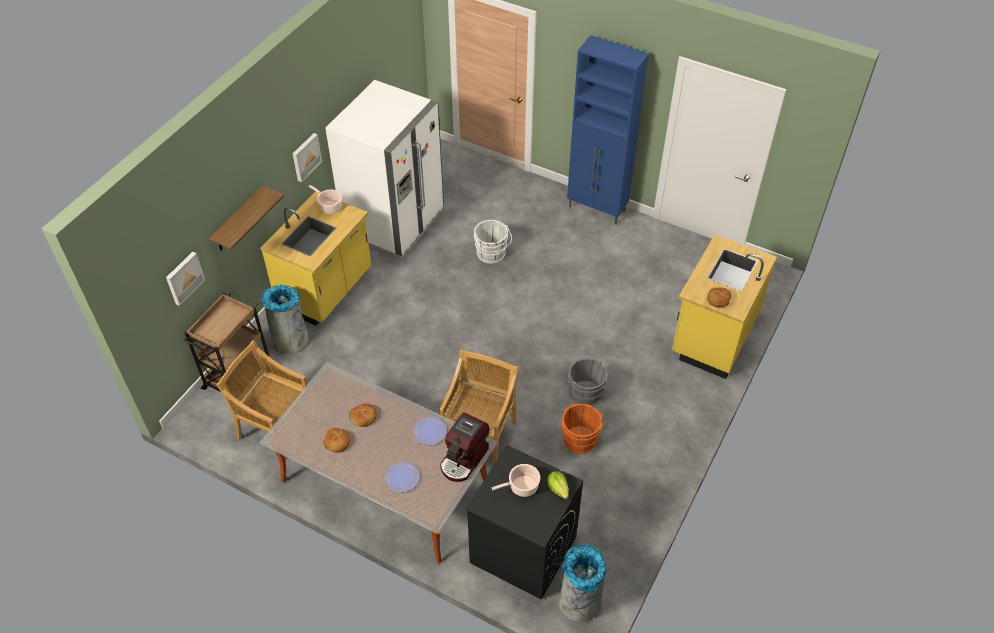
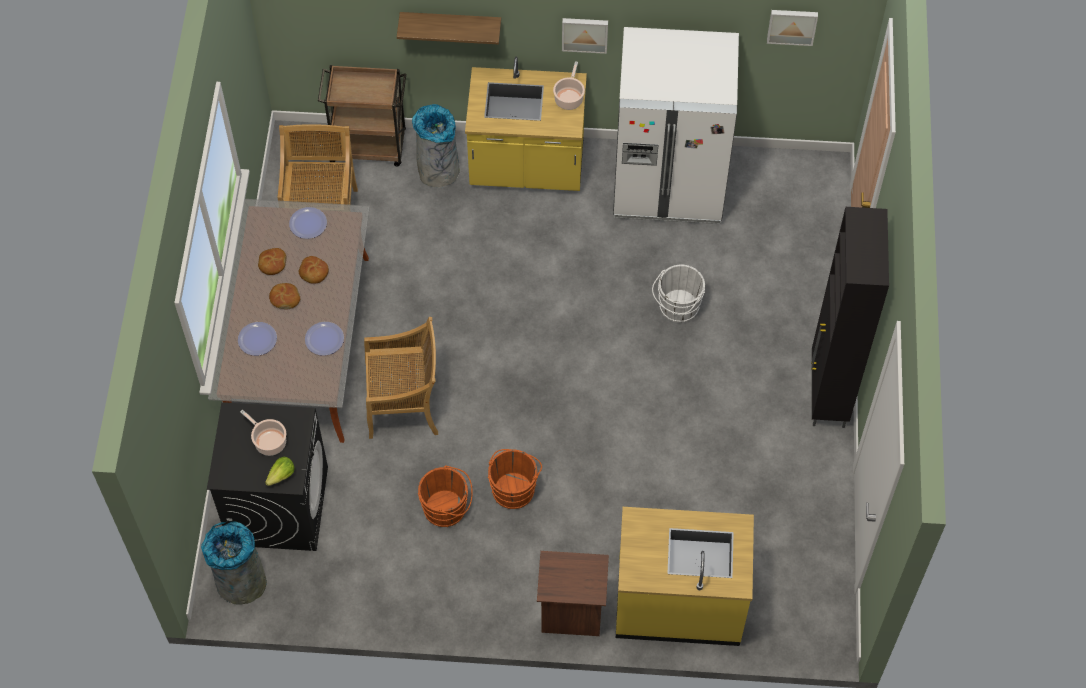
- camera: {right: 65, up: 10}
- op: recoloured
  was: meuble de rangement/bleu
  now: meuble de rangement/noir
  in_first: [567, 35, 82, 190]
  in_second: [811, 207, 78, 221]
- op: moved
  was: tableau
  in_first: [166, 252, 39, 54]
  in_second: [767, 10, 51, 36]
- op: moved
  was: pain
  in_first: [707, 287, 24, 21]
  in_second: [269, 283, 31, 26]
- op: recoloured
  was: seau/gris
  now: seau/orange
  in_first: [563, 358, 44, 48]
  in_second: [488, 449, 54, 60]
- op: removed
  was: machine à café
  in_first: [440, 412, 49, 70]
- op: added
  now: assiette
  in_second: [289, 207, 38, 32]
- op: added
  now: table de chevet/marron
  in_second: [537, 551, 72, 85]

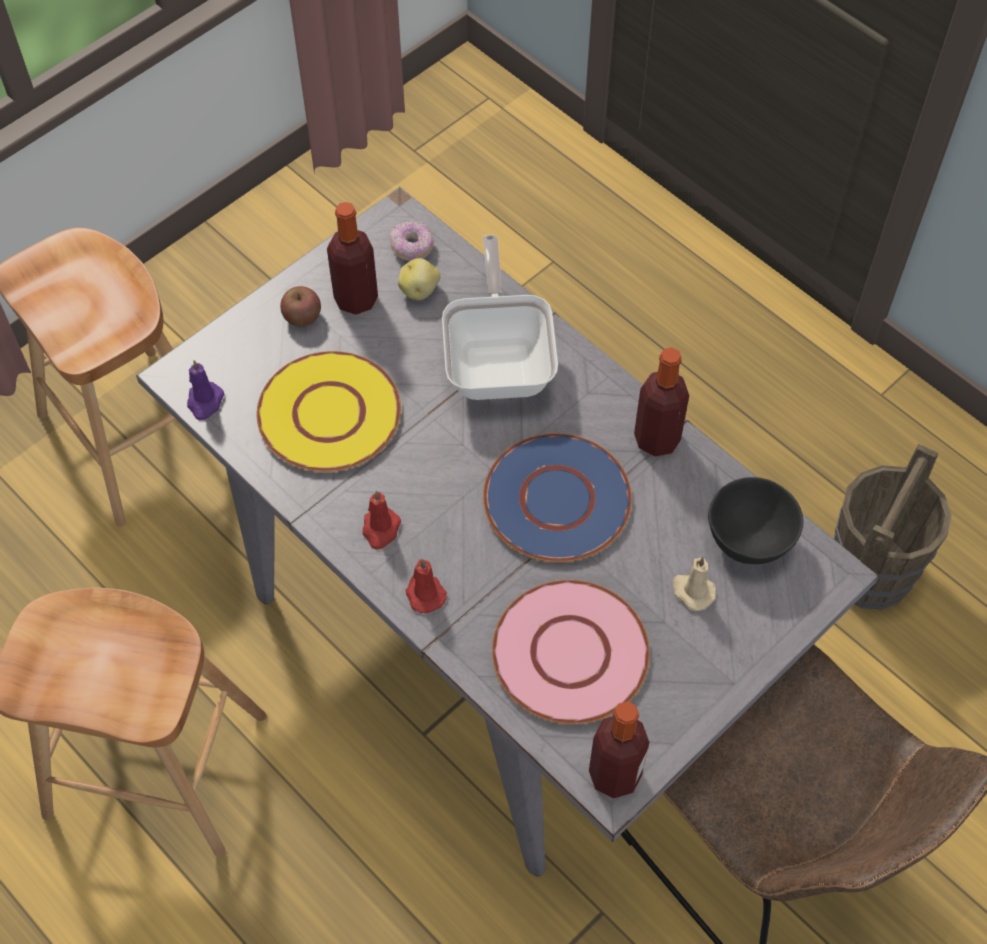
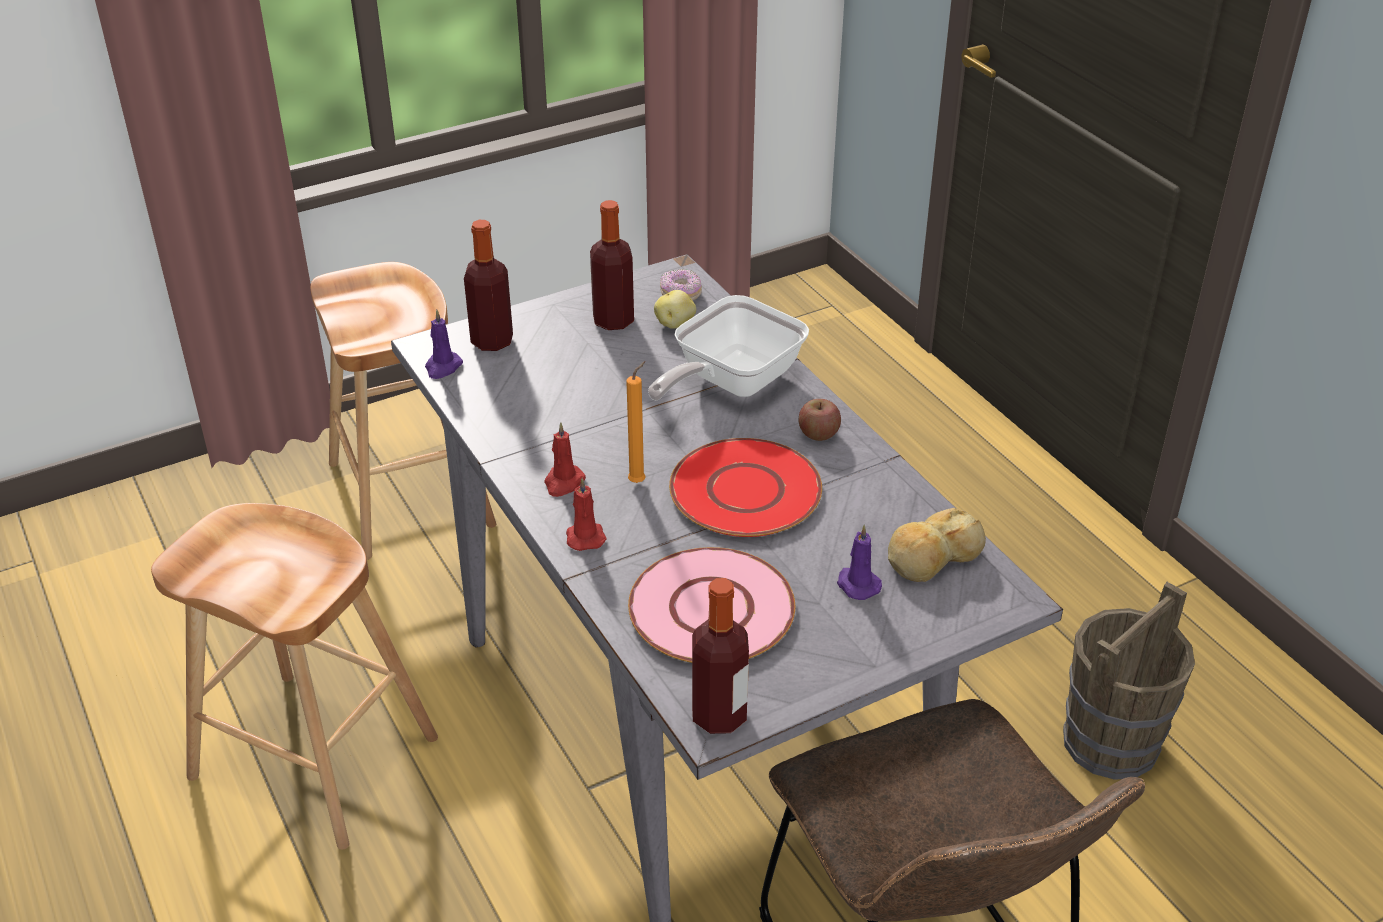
- camera: {right: 15, up: -20}
- op: turned
  was: poêle
  in_first: [442, 235, 116, 165]
  in_second: [648, 295, 161, 106]
  clockwise: -150
- op: moved
  was: pomme
  in_first: [280, 286, 41, 41]
  in_second: [799, 399, 42, 42]
- op: moved
  was: bouteille
  in_first: [634, 347, 55, 110]
  in_second: [464, 220, 49, 131]
- op: removed
  was: assiette/jaune
  in_first: [257, 351, 144, 121]
- op: recoloured
  was: assiette/bleu
  now: assiette/rouge
  in_first: [483, 433, 149, 129]
  in_second: [669, 438, 153, 99]
- op: replaced
  was: bol/noir
  now: pain
  in_first: [708, 477, 96, 87]
  in_second: [888, 508, 98, 74]
- op: recoloured
  was: bougie/beige
  now: bougie/violet
  in_first: [673, 557, 43, 54]
  in_second: [837, 525, 45, 75]
- op: added
  now: bougie/orange
  in_second: [626, 361, 20, 122]

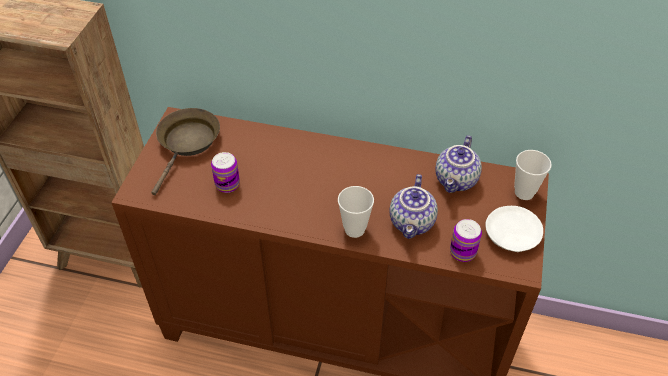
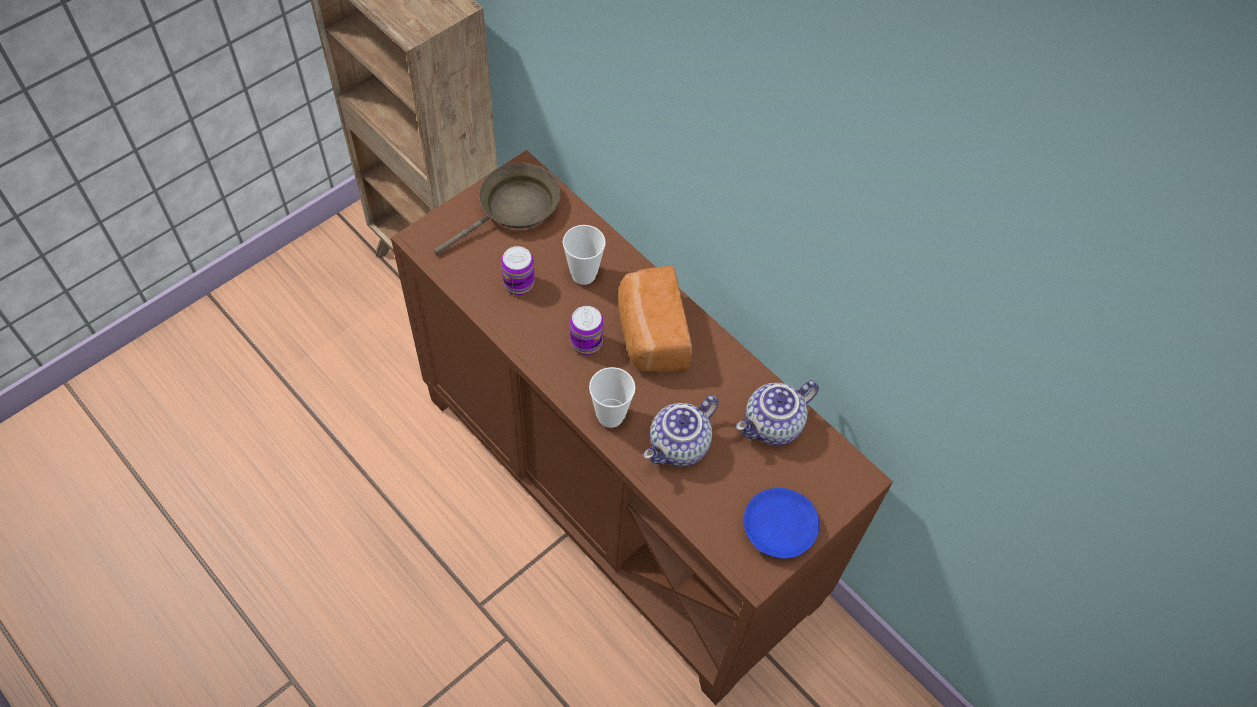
- camera: {right: 30, up: 10}
- op: moved
  was: tasse
  in_first: [514, 150, 38, 50]
  in_second: [563, 225, 43, 60]
- op: recoloured
  was: assiette/blanc
  now: assiette/bleu
  in_first: [486, 206, 57, 46]
  in_second: [744, 488, 76, 71]
- op: moved
  was: boîte métallique
  in_first: [450, 219, 32, 43]
  in_second: [570, 306, 34, 49]
- op: added
  now: pain
  in_second: [618, 266, 74, 106]

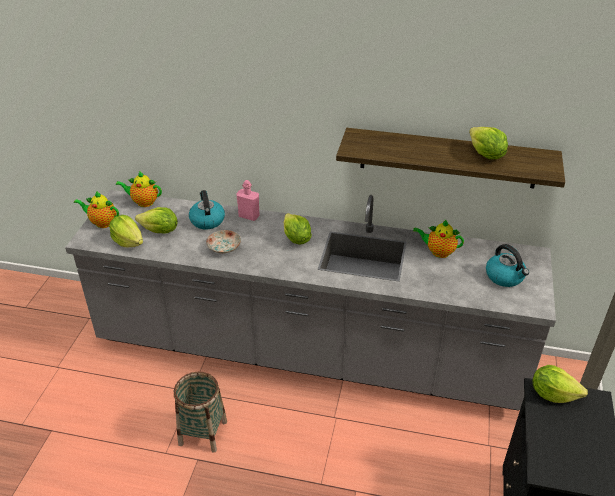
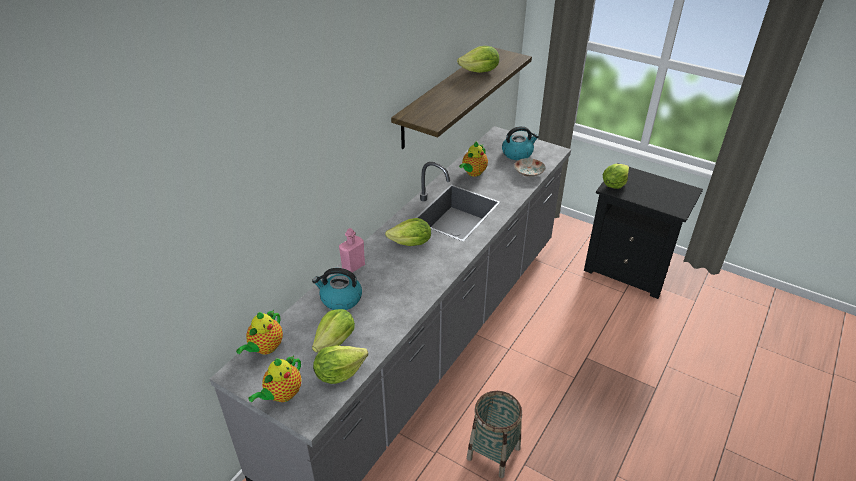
- camera: {right: -70, up: 0}
- op: moved
  was: assiette
  in_first: [206, 230, 35, 24]
  in_second: [514, 158, 32, 19]

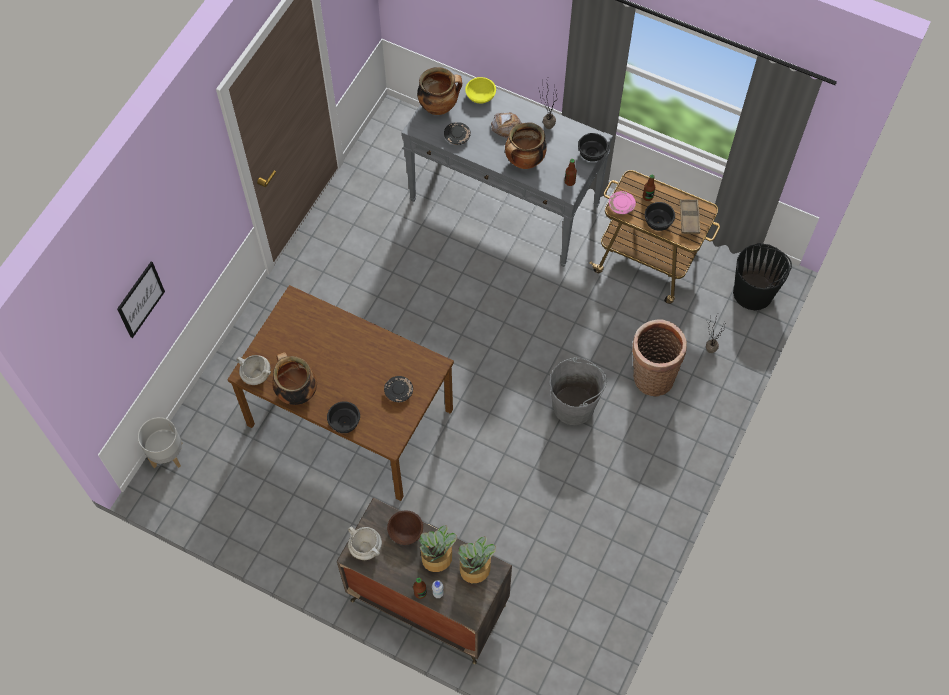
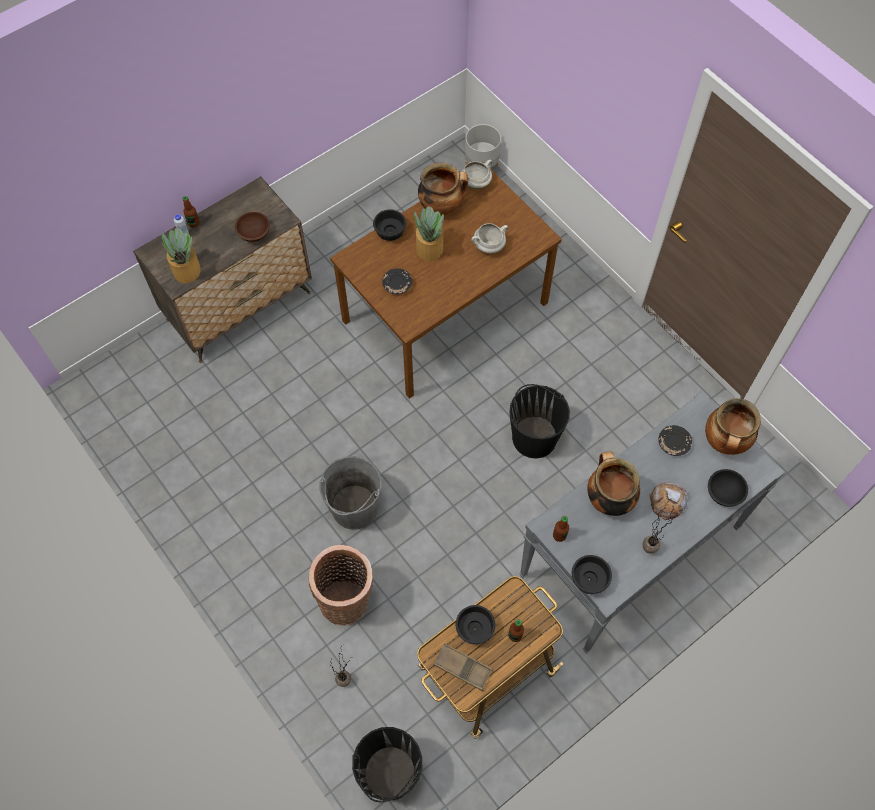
- camera: {right: 115, up: 0}
- op: recoloured
  was: bol/jaune
  now: bol/noir
  in_first: [465, 77, 31, 27]
  in_second: [708, 469, 40, 38]
- op: removed
  was: assiette/rose
  in_first: [609, 191, 27, 24]
- op: removed
  was: tableau
  in_first: [117, 261, 48, 77]
- op: moved
  was: plante en pot
  in_first: [419, 525, 38, 47]
  in_second: [414, 206, 30, 55]
- op: moved
  was: marmite/blanc
  in_first: [348, 527, 34, 33]
  in_second: [471, 223, 37, 31]
- op: added
  now: seau/noir
  in_second: [509, 384, 61, 75]

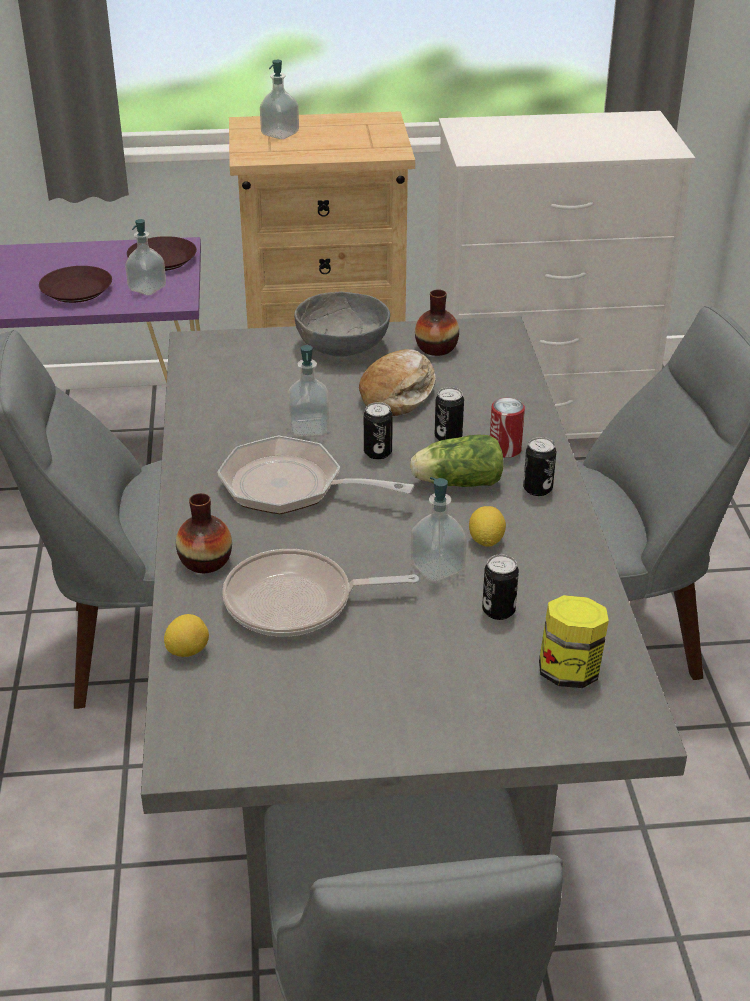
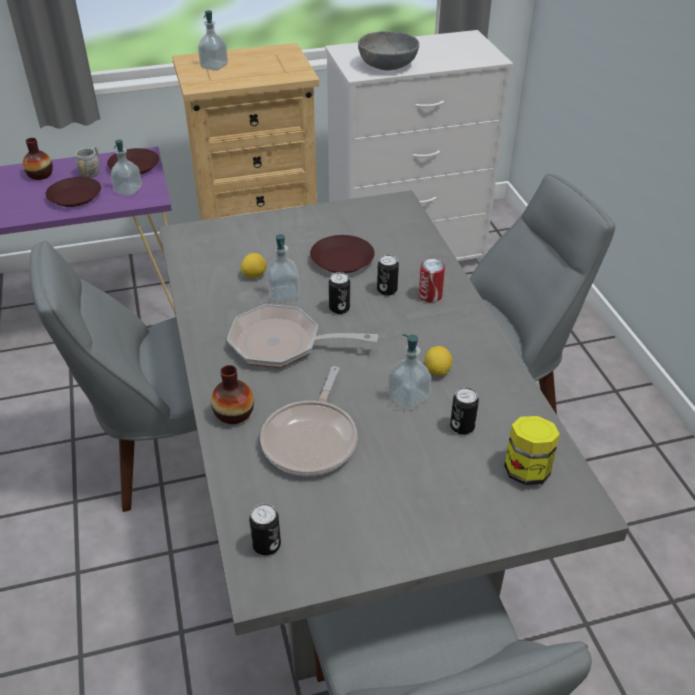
- camera: {right: -10, up: 5}
- op: moved
  was: vase
  in_first: [415, 289, 44, 67]
  in_second: [23, 138, 30, 42]
- op: moved
  was: bol/gris
  in_first: [294, 292, 96, 65]
  in_second: [358, 31, 61, 40]
- op: replaced
  was: pain
  now: assiette/marron
  in_first: [359, 349, 77, 67]
  in_second: [310, 235, 65, 38]
- op: removed
  was: laitue
  in_first: [410, 434, 93, 53]
- op: moved
  was: boîte métallique
  in_first: [523, 437, 33, 59]
  in_second: [249, 503, 32, 53]
- op: turned
  was: poêle
  in_first: [222, 549, 197, 88]
  in_second: [260, 366, 97, 110]
  clockwise: -60
- op: moved
  was: citron
  in_first: [164, 614, 45, 43]
  in_second: [241, 253, 26, 25]
- op: added
  now: mug/gris
  in_second: [75, 147, 24, 31]

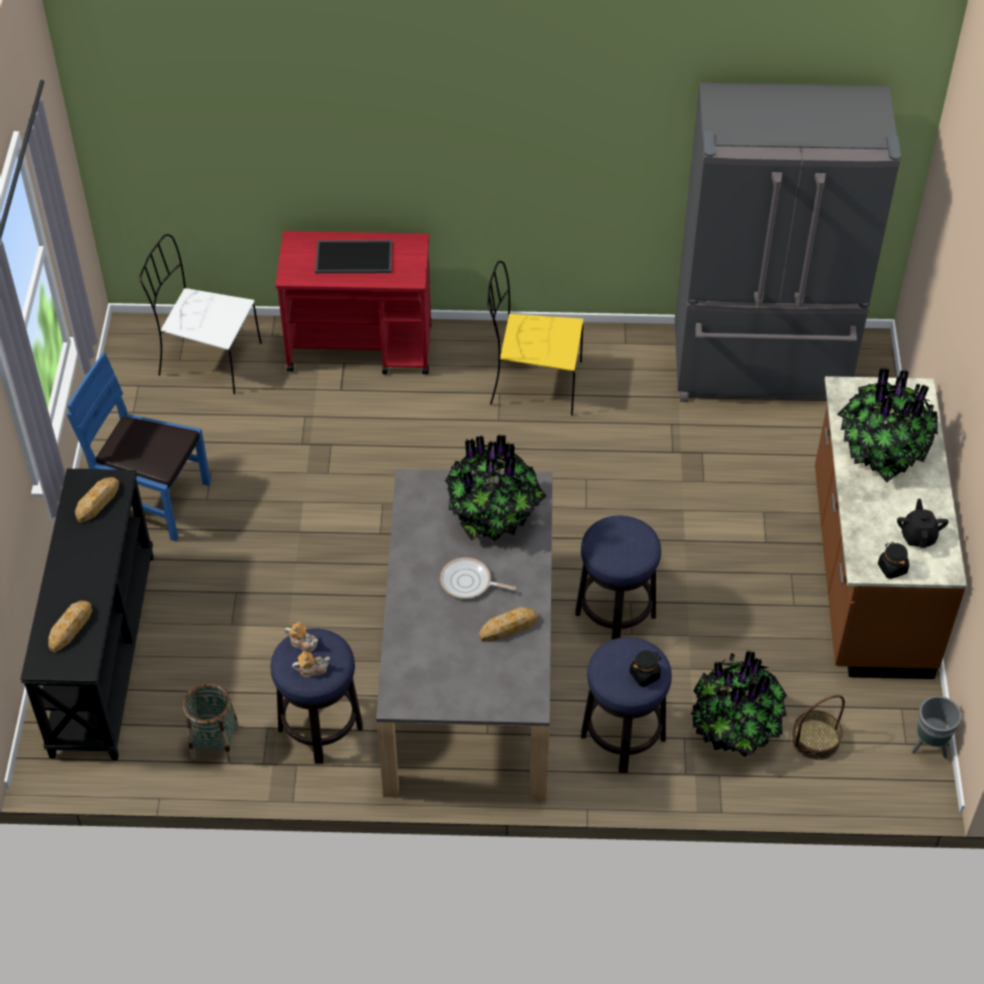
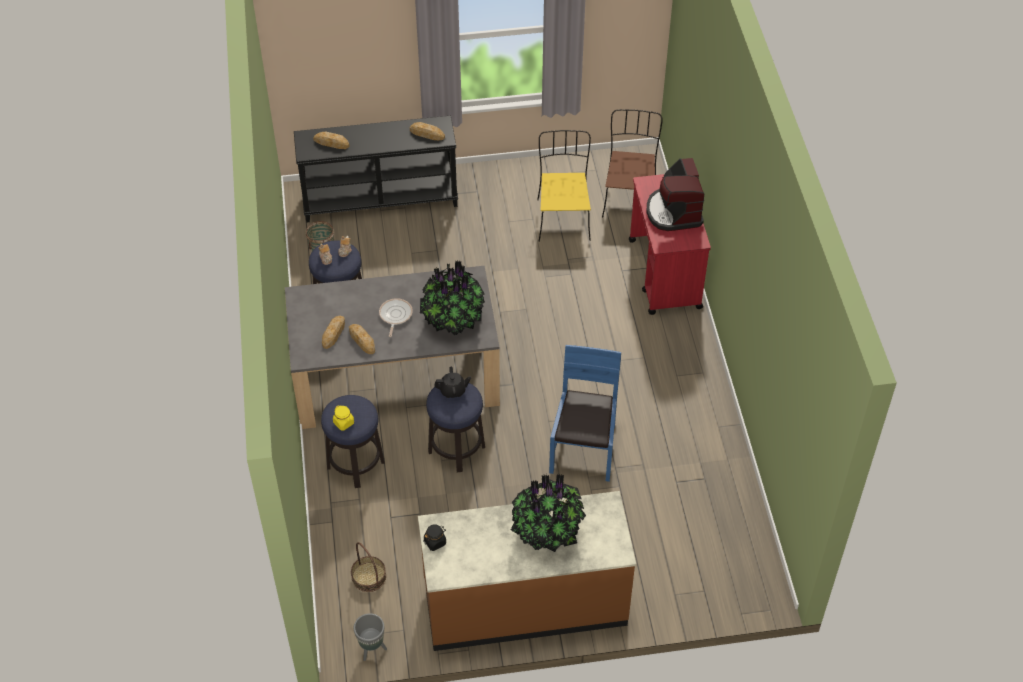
- camera: {right: 80, up: 0}
- op: removed
  was: réfrigérateur/gris
  in_first: [675, 83, 226, 319]
- op: recoloured
  was: chaise/blanc
  now: chaise/marron
  in_first: [140, 234, 122, 160]
  in_second: [602, 109, 61, 109]
- op: replaced
  was: plateau
  now: machine à café
  in_first: [315, 240, 77, 33]
  in_second: [647, 158, 57, 73]
- op: moved
  was: chaise/jaune
  in_first: [488, 261, 95, 154]
  in_second: [537, 130, 54, 112]
- op: moved
  was: chaise/bleu
  in_first: [67, 353, 144, 189]
  in_second: [549, 345, 72, 137]
- op: moved
  was: théière/noir
  in_first: [897, 499, 51, 49]
  in_second: [434, 367, 37, 31]
- op: recoloured
  was: bocal/noir
  now: bocal/jaune
  in_first: [629, 650, 32, 37]
  in_second: [333, 405, 21, 26]
- op: removed
  was: plante en pot
  in_first: [691, 651, 96, 106]
- op: added
  now: pain
  in_second: [322, 316, 23, 33]

